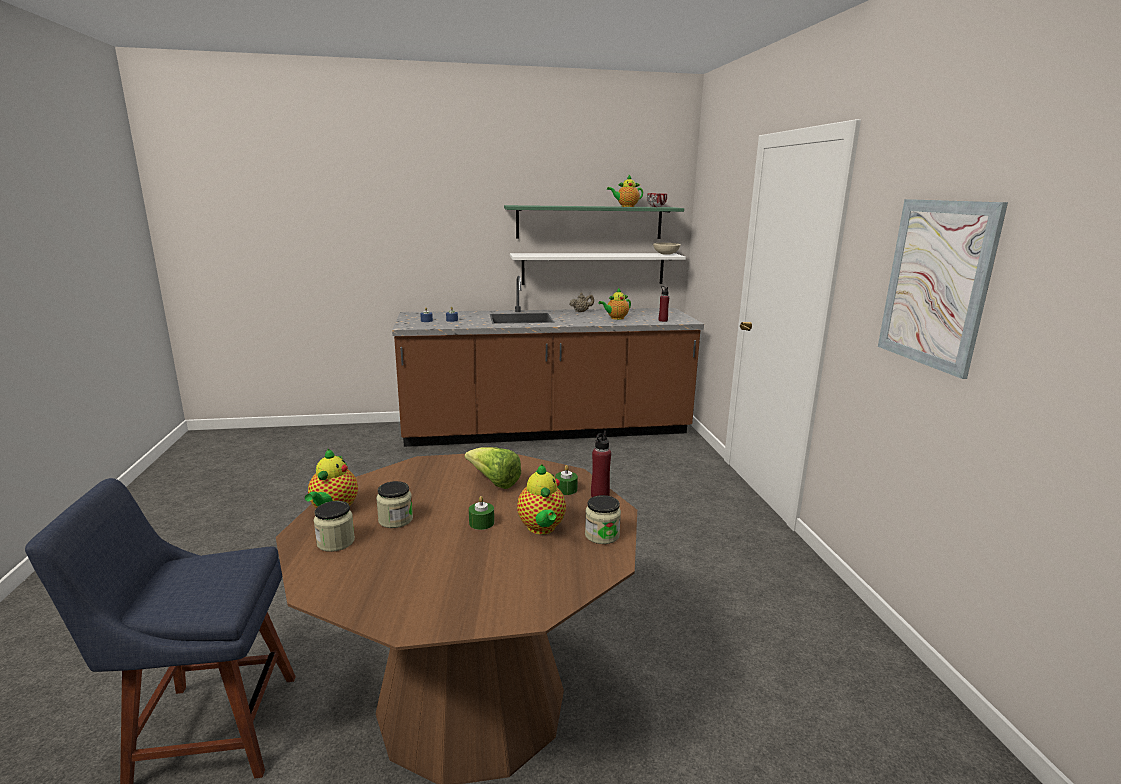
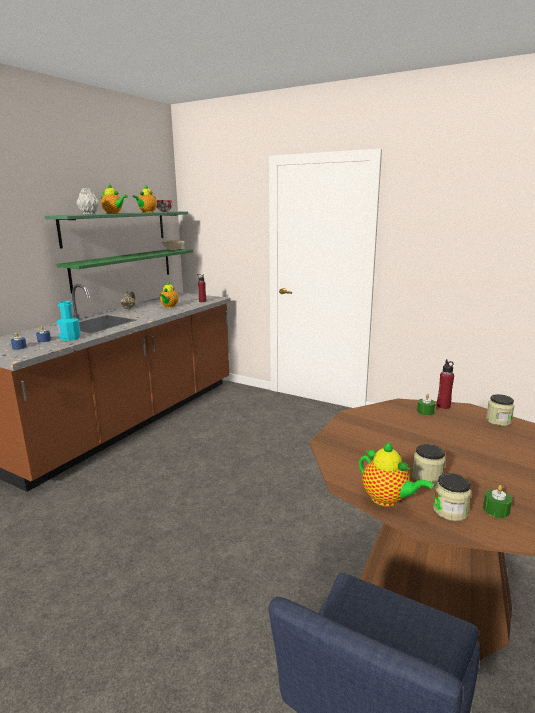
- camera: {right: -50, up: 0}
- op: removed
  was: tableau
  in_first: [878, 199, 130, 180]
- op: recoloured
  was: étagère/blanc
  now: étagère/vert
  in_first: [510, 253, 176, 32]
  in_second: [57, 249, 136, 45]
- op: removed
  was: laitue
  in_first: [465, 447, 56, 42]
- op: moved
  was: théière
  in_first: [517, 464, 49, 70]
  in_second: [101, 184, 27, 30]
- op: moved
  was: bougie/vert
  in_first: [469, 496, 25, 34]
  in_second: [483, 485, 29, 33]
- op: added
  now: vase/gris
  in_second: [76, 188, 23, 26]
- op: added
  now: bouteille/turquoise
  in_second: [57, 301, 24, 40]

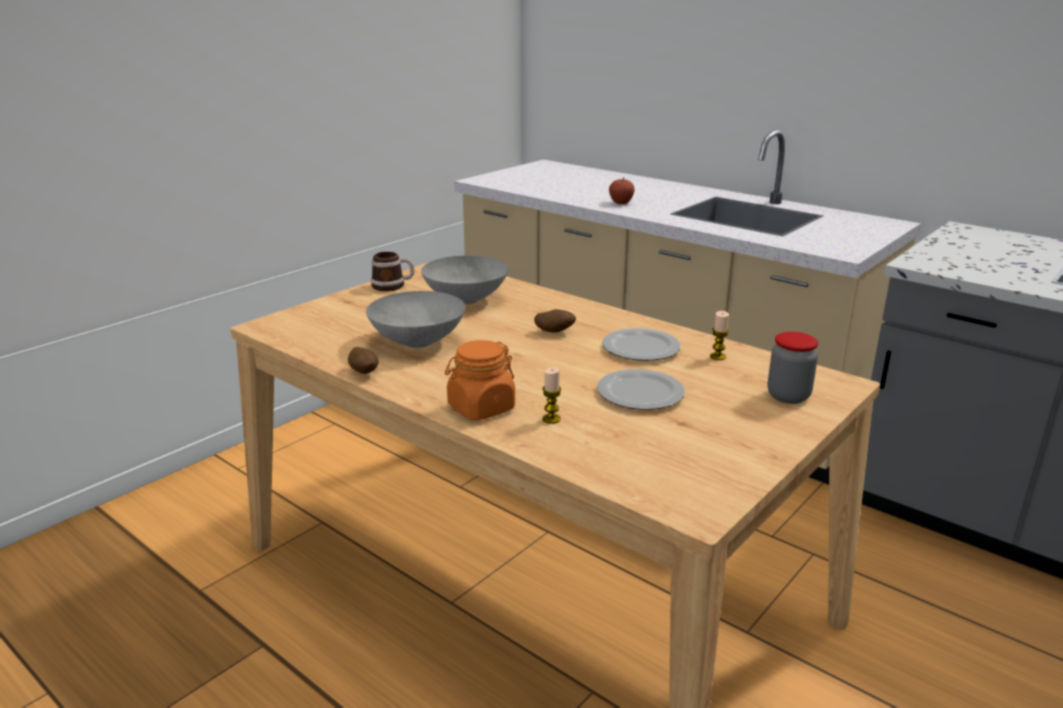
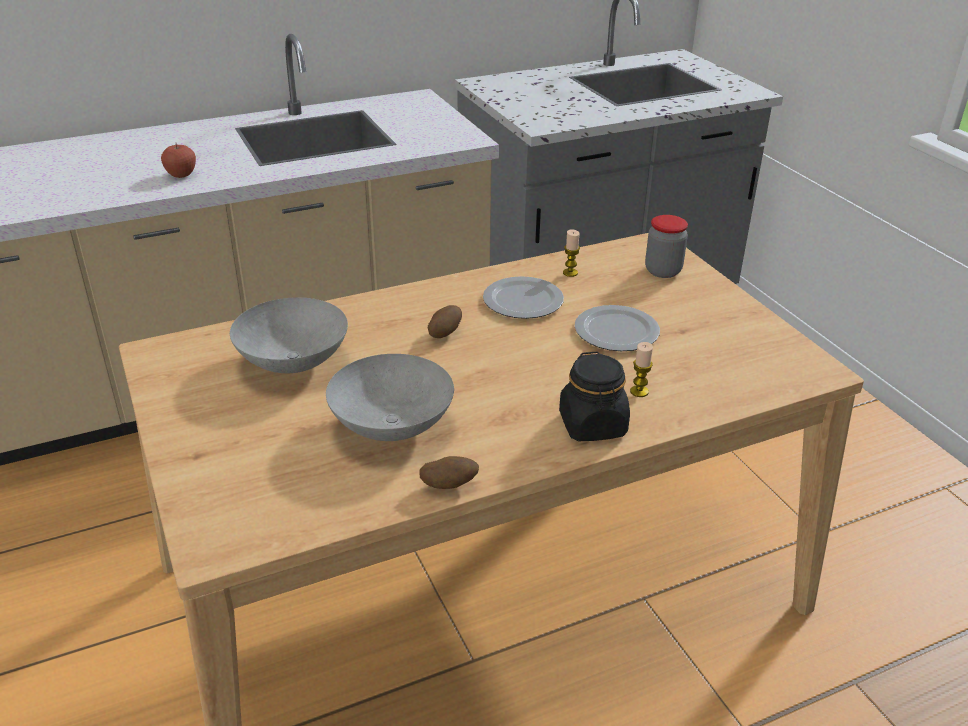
- camera: {right: -65, up: 10}
- op: removed
  was: mug
  in_first: [371, 252, 43, 39]
- op: recoloured
  was: bocal/orange
  now: bocal/noir
  in_first: [445, 340, 70, 80]
  in_second: [559, 351, 71, 90]

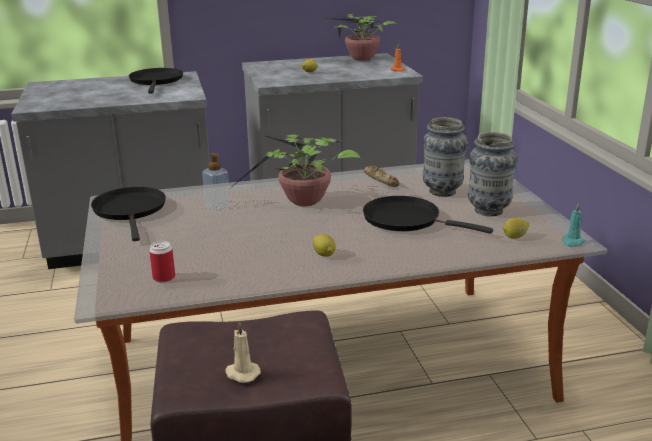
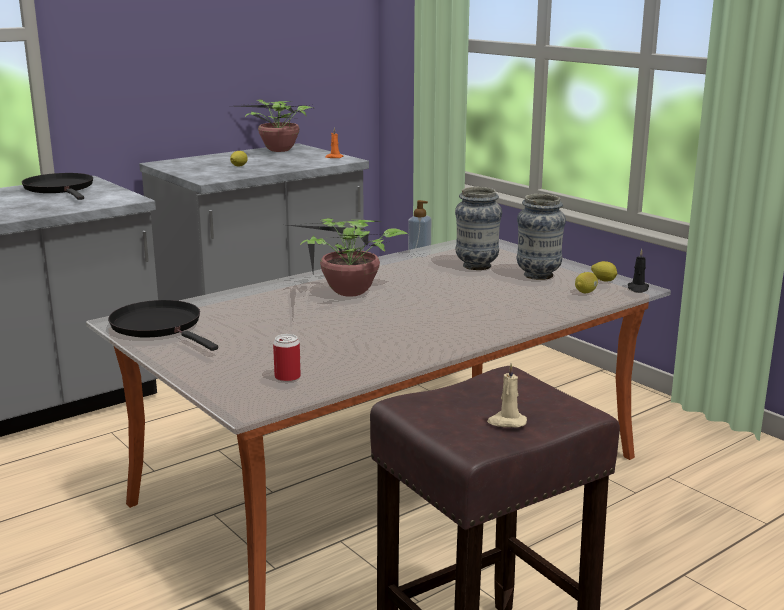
- camera: {right: -25, up: -5}
- op: moved
  was: distributeur de savon
  in_first: [202, 153, 28, 57]
  in_second: [408, 200, 23, 57]
- op: removed
  was: pain
  in_first: [364, 166, 36, 21]
- op: removed
  was: poêle/noir
  in_first: [363, 196, 130, 38]
- op: recoloured
  was: bougie/turquoise
  now: bougie/noir
  in_first: [562, 203, 24, 44]
  in_second: [628, 249, 21, 44]
- op: moved
  was: citron
  in_first: [313, 234, 23, 23]
  in_second: [591, 261, 26, 21]

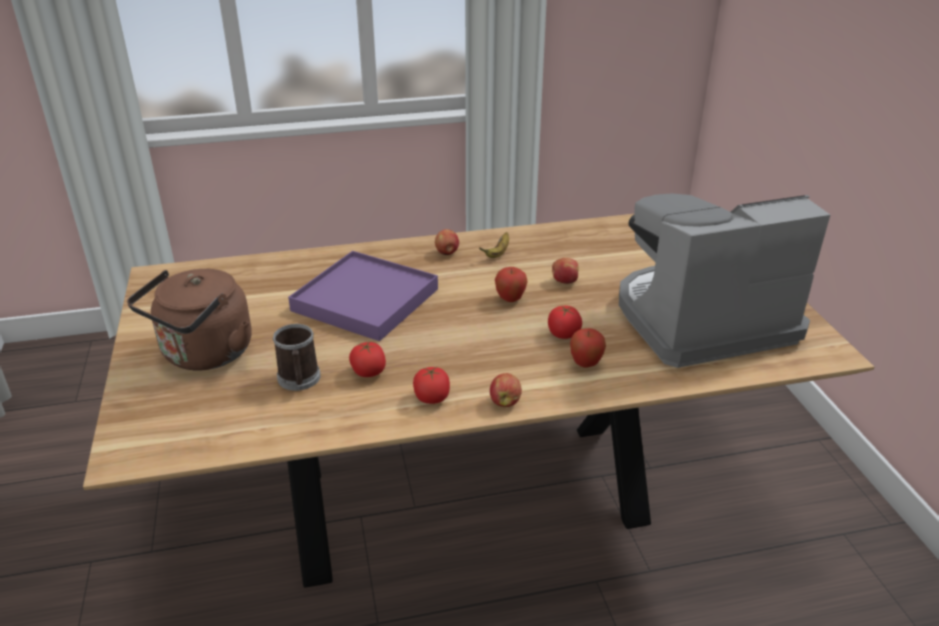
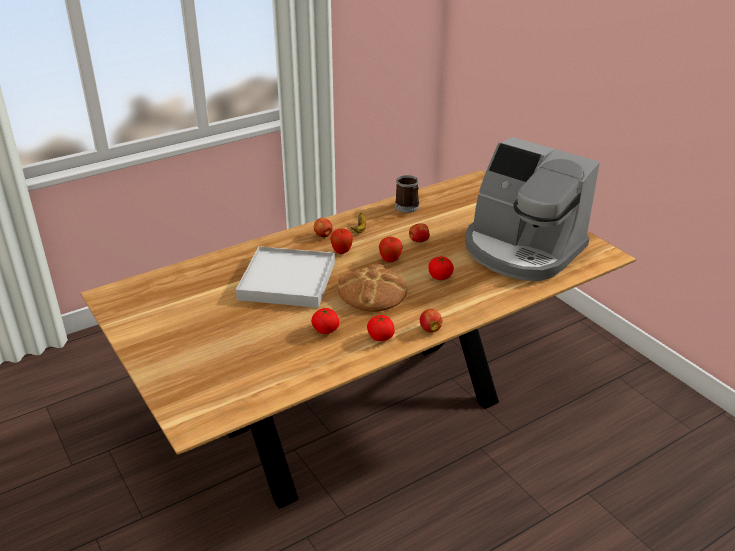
- camera: {right: -20, up: 0}
- op: turned
  was: machine à café
  in_first: [619, 193, 211, 175]
  in_second: [465, 137, 135, 144]
  clockwise: -105
- op: recoloured
  was: plateau/violet
  now: plateau/blanc
  in_first: [288, 251, 150, 90]
  in_second: [236, 246, 99, 62]
- op: removed
  was: bouilloire/marron
  in_first: [127, 269, 125, 101]
- op: moved
  was: mug
  in_first: [273, 324, 48, 67]
  in_second: [395, 175, 24, 38]
- op: moved
  was: pomme
  in_first: [570, 328, 36, 40]
  in_second: [330, 229, 23, 25]
- op: added
  now: pain
  in_second: [337, 264, 70, 48]

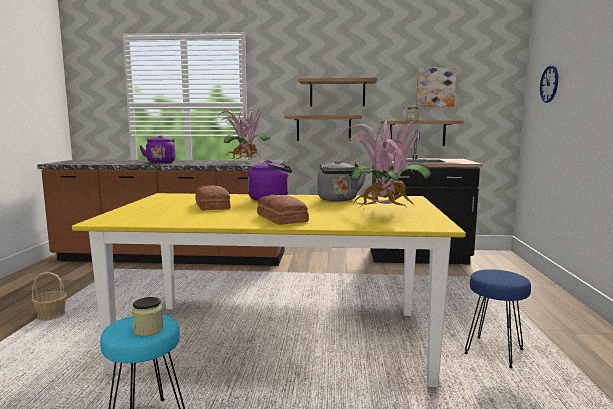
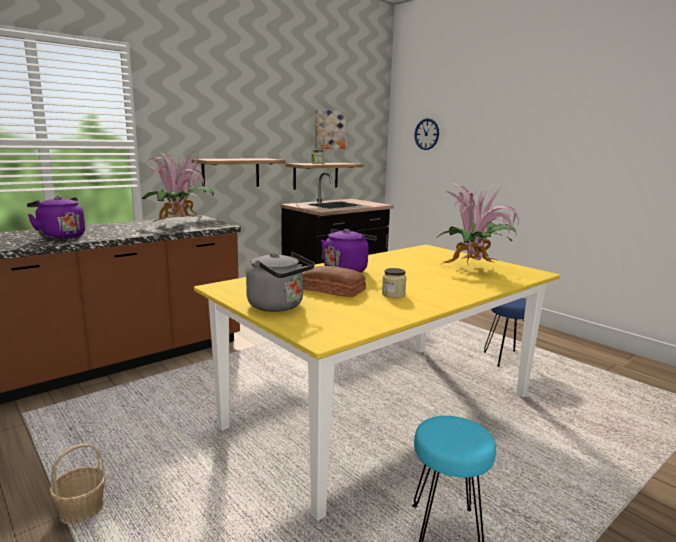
- camera: {right: -45, up: 5}
- op: removed
  was: étagère
  in_first: [298, 78, 79, 29]
- op: moved
  was: bouilloire/gris
  in_first: [317, 160, 49, 42]
  in_second: [246, 252, 69, 60]
- op: removed
  was: pain
  in_first: [257, 195, 52, 30]
- op: moved
  was: bocal
  in_first: [132, 297, 32, 39]
  in_second: [382, 268, 25, 30]

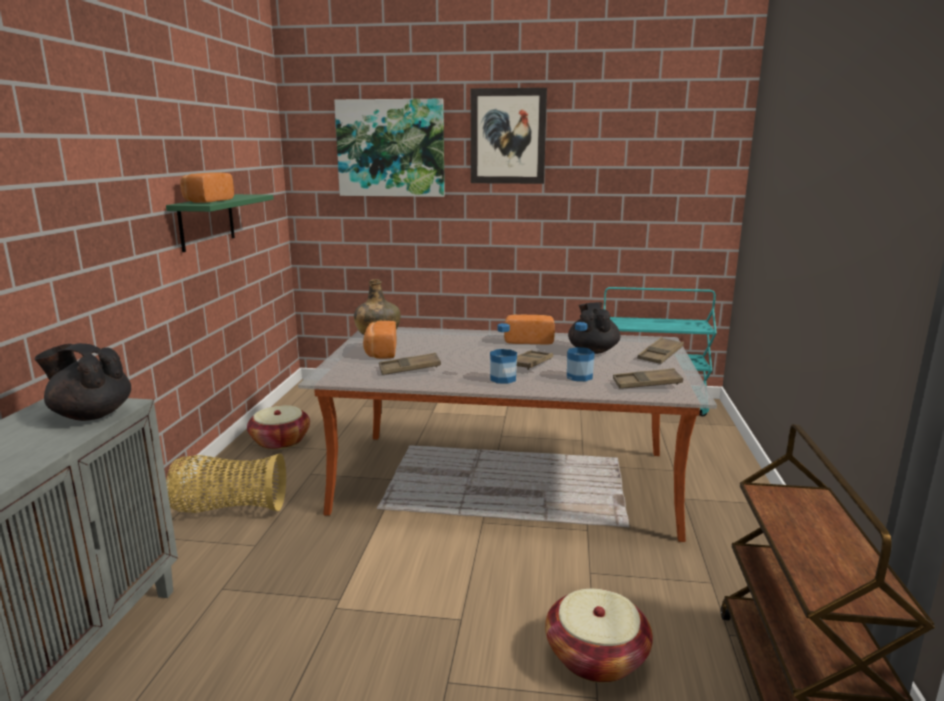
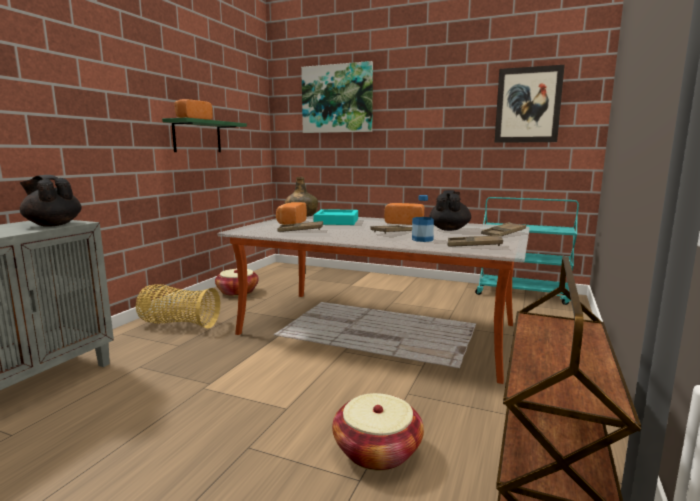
- camera: {right: 15, up: -5}
- op: moved
  was: tableau
  in_first: [471, 88, 76, 96]
  in_second: [494, 65, 71, 78]
- op: removed
  was: bouteille
  in_first: [490, 323, 27, 61]
- op: added
  now: plateau/turquoise
  in_second: [314, 209, 44, 16]

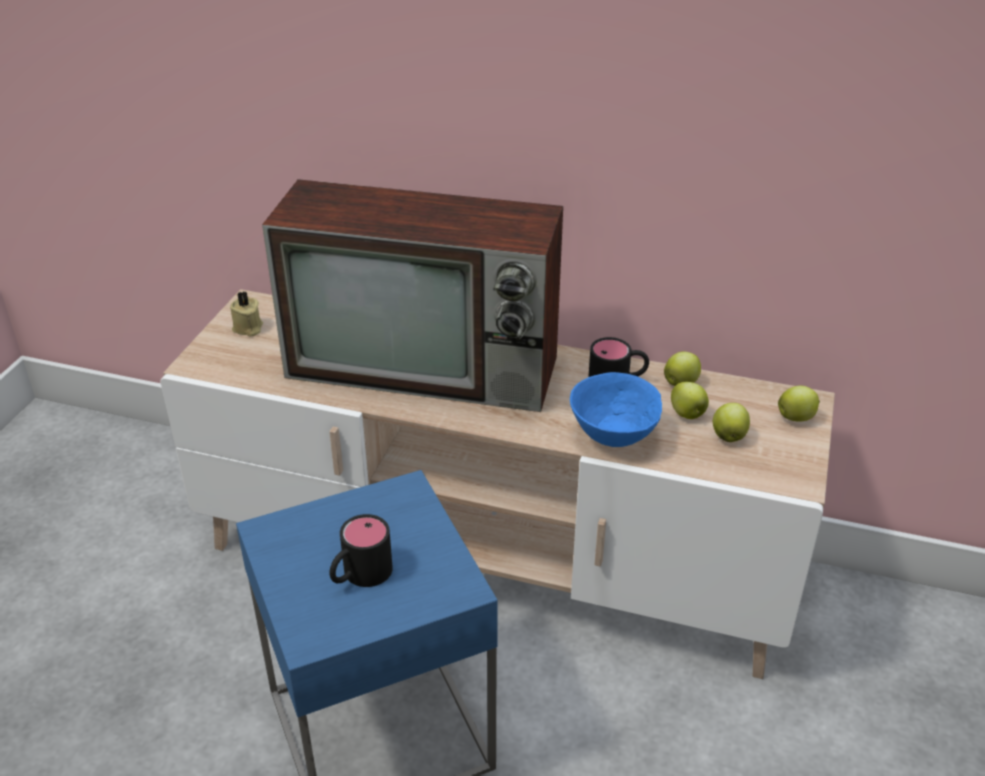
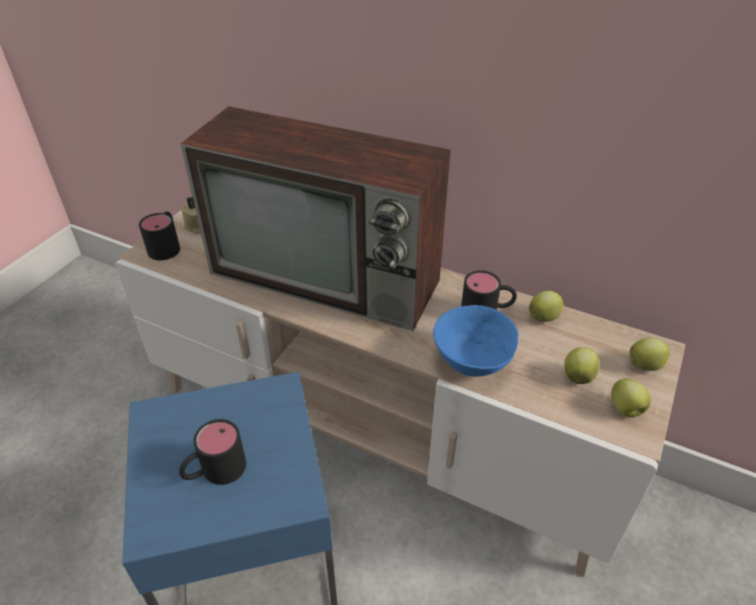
- camera: {right: 10, up: 5}
- op: moved
  was: pomme
  in_first: [671, 382, 38, 37]
  in_second: [611, 378, 40, 39]
- op: added
  now: mug/noir
  in_second: [139, 211, 41, 49]

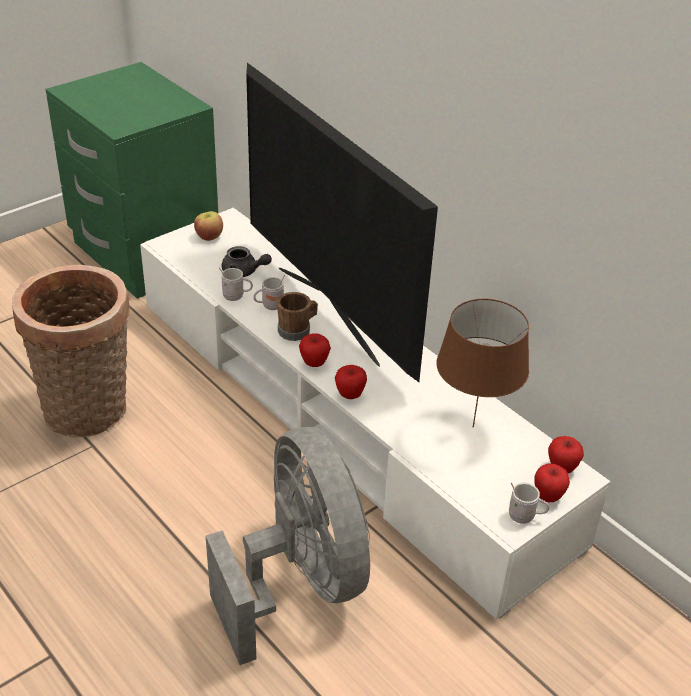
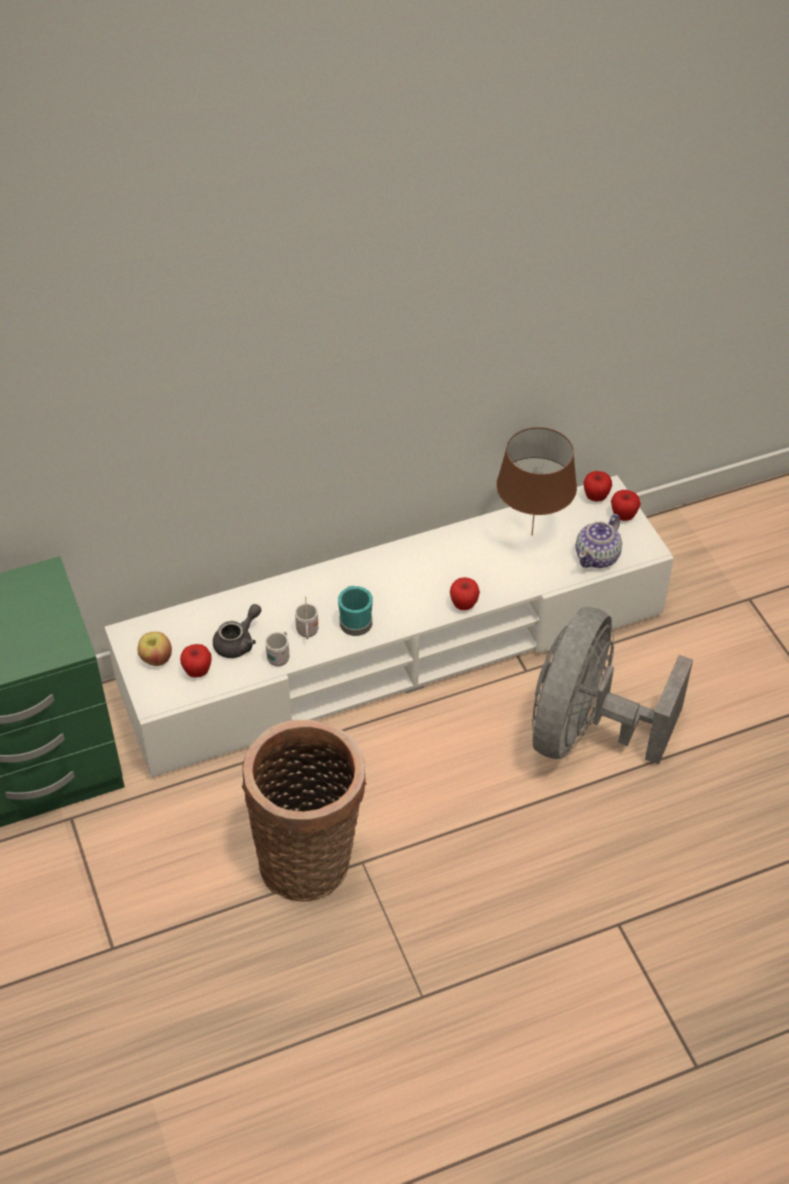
- camera: {right: -70, up: 10}
- op: removed
  was: téléviseur
  in_first: [246, 63, 192, 319]
- op: recoloured
  was: mug/marron
  now: mug/turquoise
  in_first: [277, 292, 41, 49]
  in_second: [338, 586, 35, 50]
- op: moved
  was: pomme
  in_first: [299, 333, 32, 34]
  in_second: [180, 644, 32, 34]
- op: turned
  was: ventilateur/gris
  in_first: [206, 427, 164, 238]
  in_second: [532, 607, 161, 157]
  clockwise: -60
- op: removed
  was: mug/blanc
  in_first: [509, 483, 41, 41]
- op: added
  now: théière
  in_second: [575, 514, 47, 54]

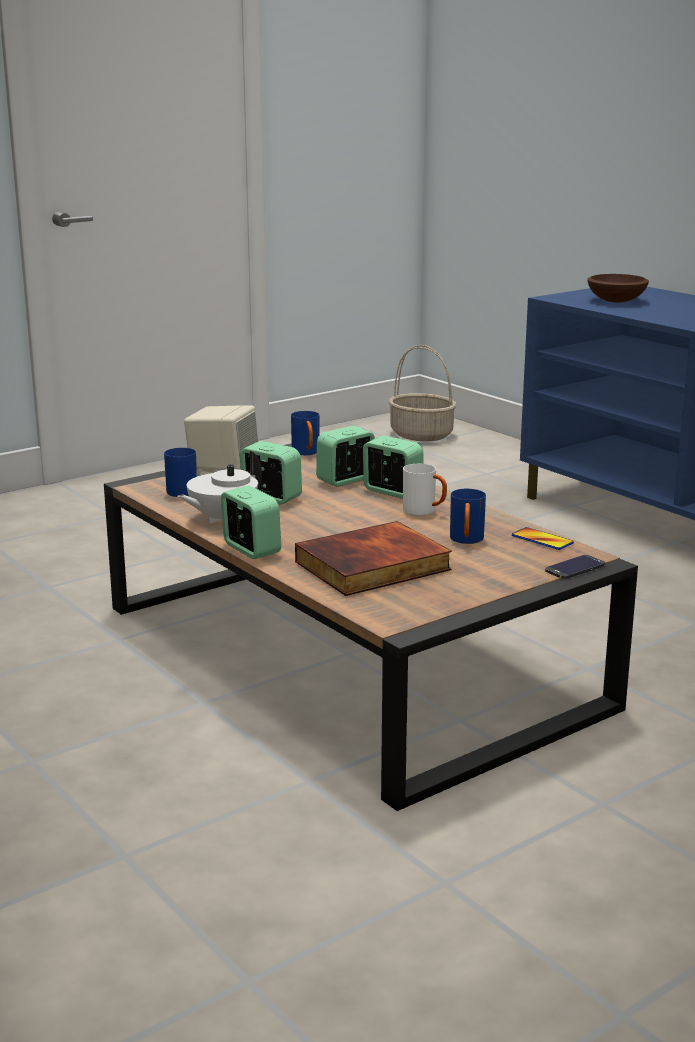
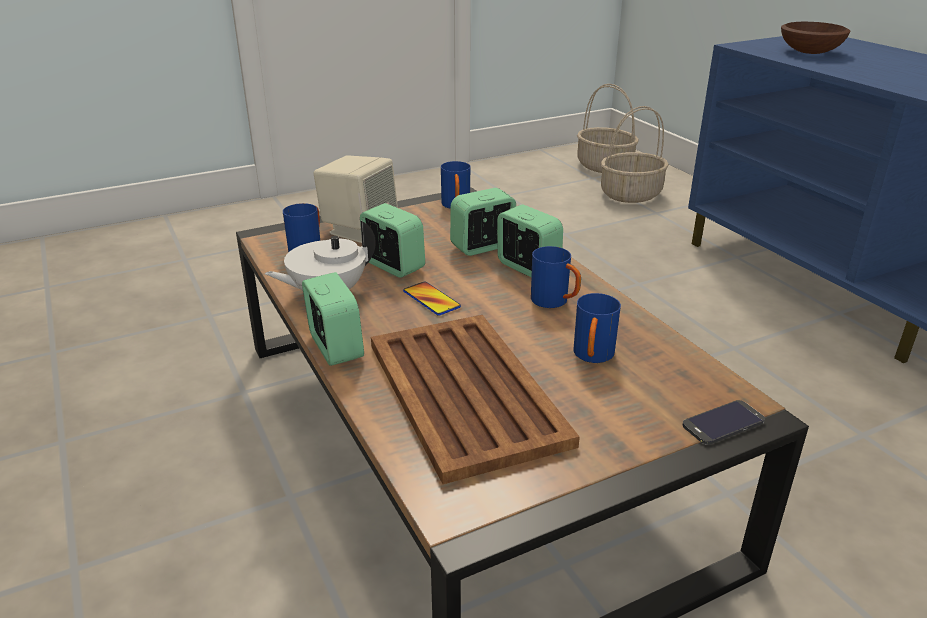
- camera: {right: 10, up: 10}
- op: recoloured
  was: mug/blanc
  now: mug/bleu
  in_first: [403, 464, 44, 51]
  in_second: [531, 246, 50, 62]
- op: replaced
  was: livre
  now: plateau/marron
  in_first: [295, 521, 157, 75]
  in_second: [371, 315, 209, 169]
- op: moved
  was: téléphone
  in_first: [512, 527, 62, 23]
  in_second: [403, 282, 58, 34]
- op: added
  now: panier
  in_second: [601, 106, 68, 97]

